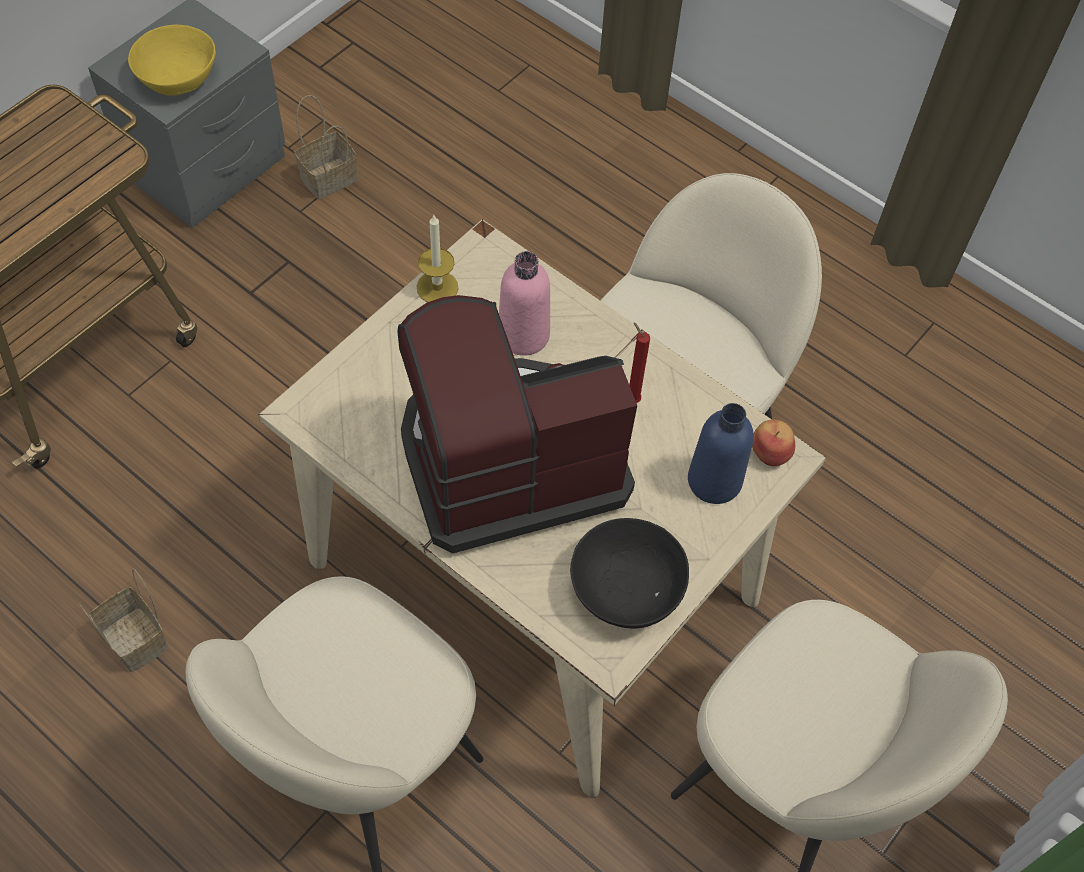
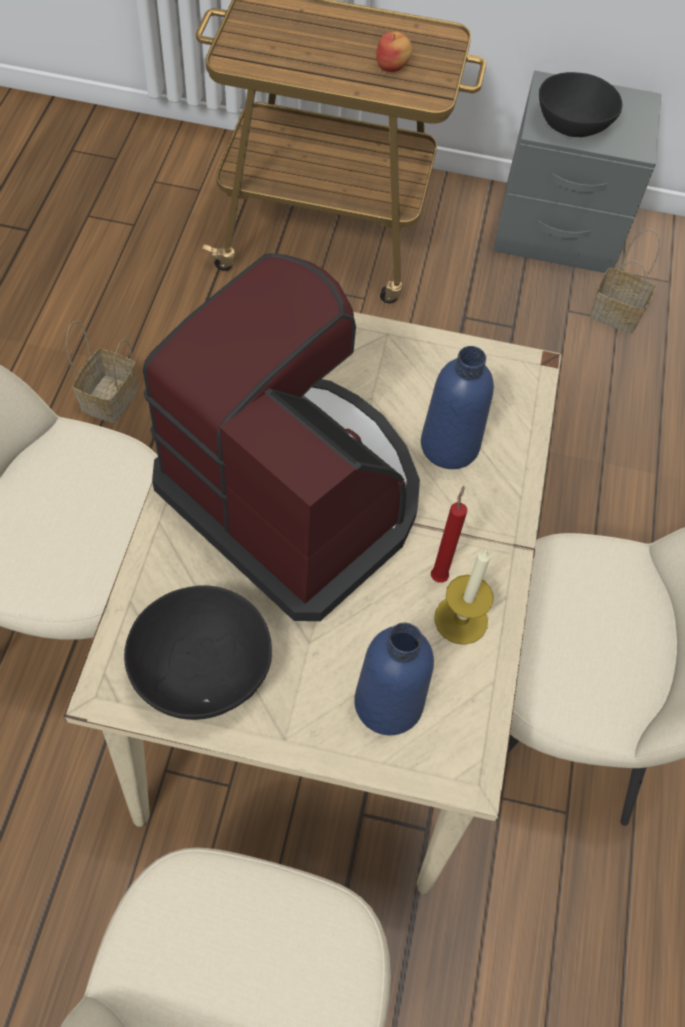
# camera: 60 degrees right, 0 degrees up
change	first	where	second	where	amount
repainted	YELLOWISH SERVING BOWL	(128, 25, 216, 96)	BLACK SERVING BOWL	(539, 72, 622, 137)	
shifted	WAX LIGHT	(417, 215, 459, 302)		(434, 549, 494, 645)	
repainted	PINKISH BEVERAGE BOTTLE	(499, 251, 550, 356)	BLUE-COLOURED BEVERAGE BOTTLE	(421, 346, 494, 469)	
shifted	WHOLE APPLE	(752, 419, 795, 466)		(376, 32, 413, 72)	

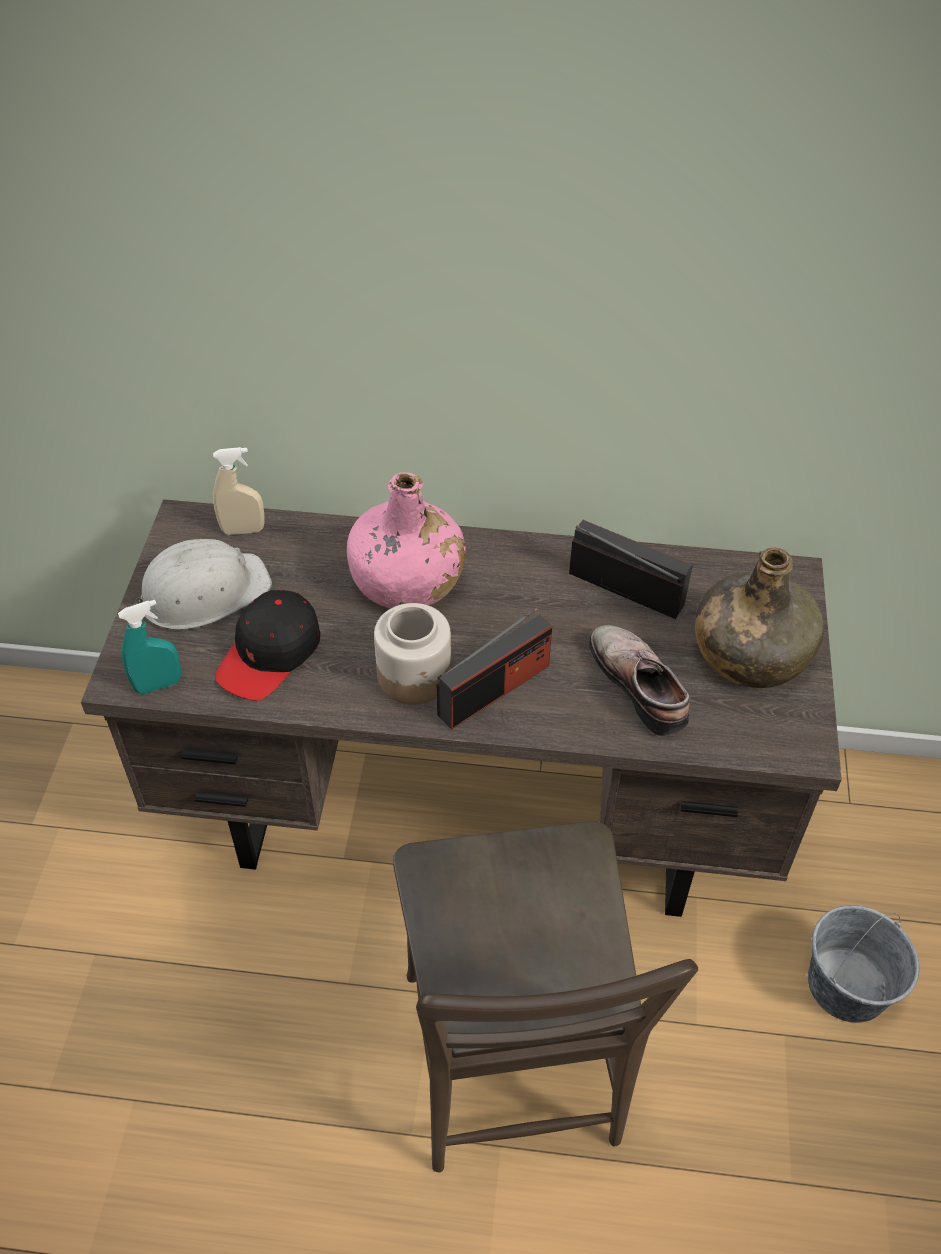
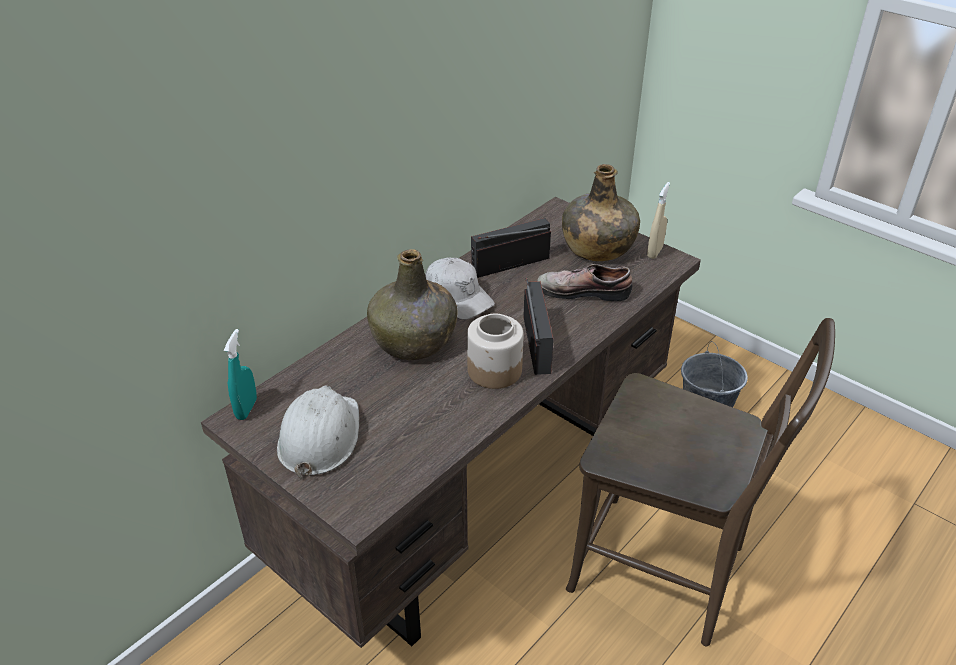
# camera: 55 degrees left, 10 degrees down
change	first	where	second	where	amount
shifted	TURQUOISE SPRAY BOTTLE	(118, 600, 181, 695)		(224, 329, 257, 420)	
shifted	BEIGE SPRAY BOTTLE	(213, 447, 265, 535)		(647, 182, 670, 259)	
gone	BLACK BASEBALL CAP	(215, 589, 320, 701)			
repainted	PINKISH BEVERAGE BOTTLE	(347, 472, 466, 608)	GREEN-COLOURED BEVERAGE BOTTLE	(367, 249, 458, 360)	
new			WHITE BASEBALL CAP	(425, 257, 495, 320)	

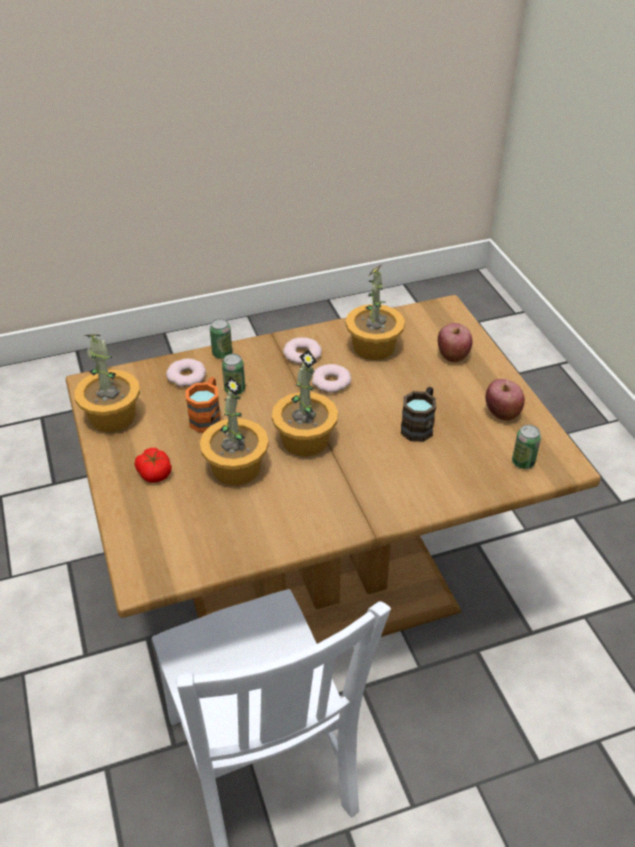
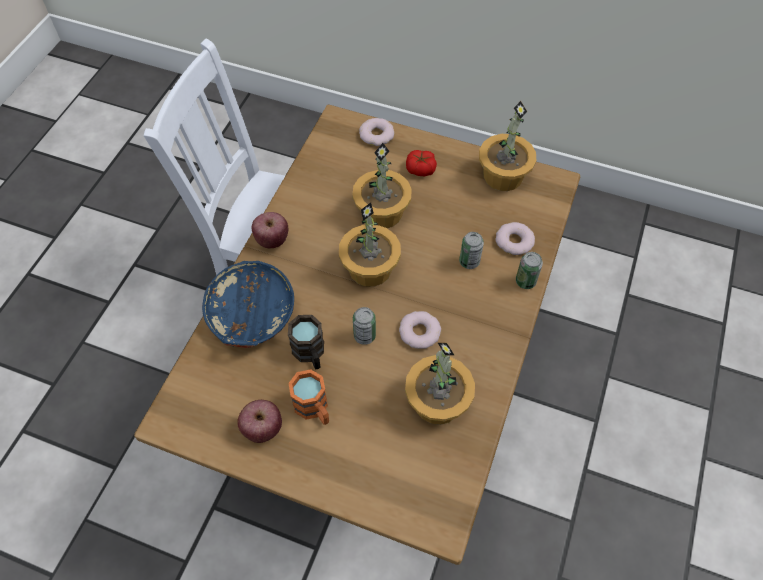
# camera: 130 degrees right, 15 degrees up
change	first	where	second	where	amount
shifted	ORANGEY MUG	(186, 377, 221, 433)		(288, 369, 329, 425)	
shifted	DOUGHNUT	(283, 337, 322, 364)		(359, 118, 394, 146)	
shifted	WHOLE APPLE	(438, 323, 472, 362)		(252, 212, 288, 248)	
shifted	METAL CAN	(512, 425, 541, 469)		(353, 307, 376, 345)	
new			BLUE-COLOURED SERVING BOWL	(202, 261, 294, 348)	

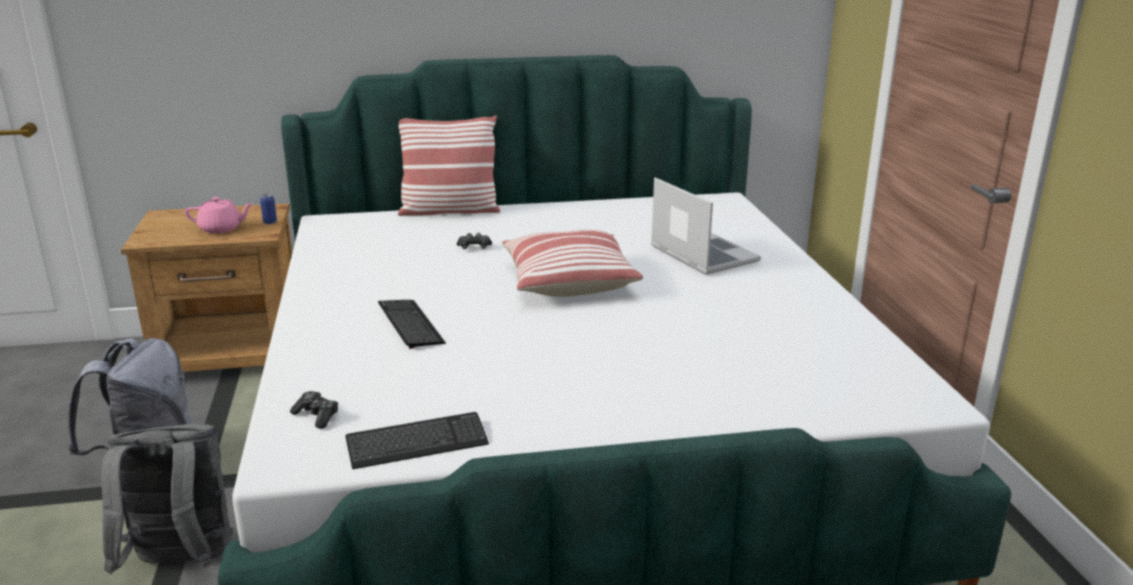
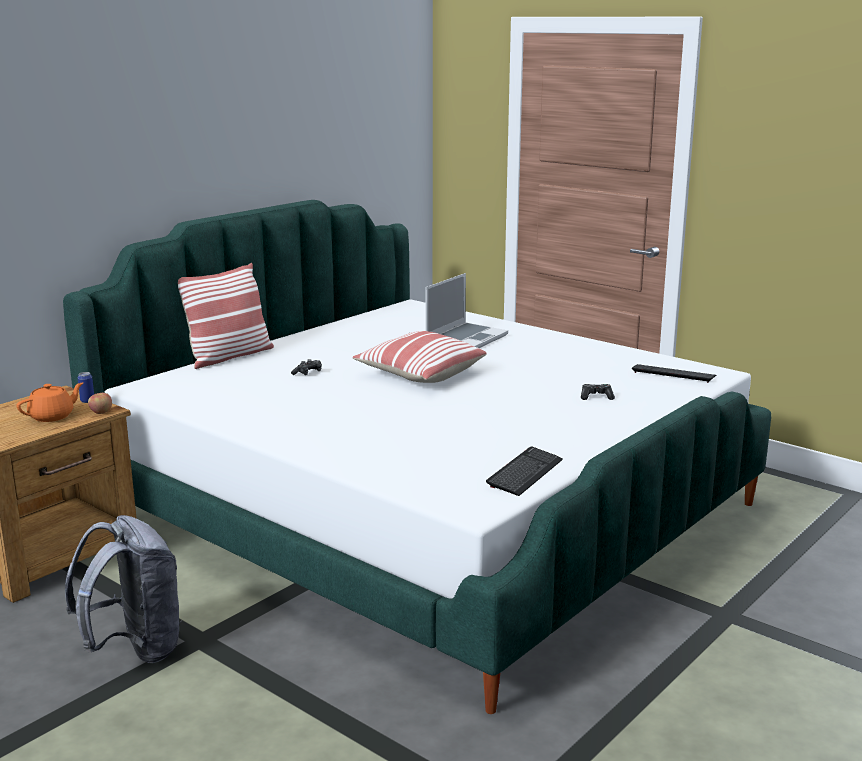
# camera: 40 degrees left, 5 degrees down
change	first	where	second	where	amount
gone	GRAY RUCKSACK	(101, 424, 233, 574)			
repainted	PINKISH TEAPOT	(185, 197, 254, 234)	ORANGEY TEAPOT	(16, 382, 83, 422)	
shifted	GAME CONTROLLER	(290, 391, 338, 429)		(581, 384, 615, 400)	
shifted	COMPUTER KEYBOARD	(378, 300, 446, 349)		(632, 364, 716, 383)	
rotated	PORTABLE COMPUTER	(651, 177, 761, 275)		(426, 273, 508, 348)	105 degrees clockwise
new			WHOLE APPLE	(88, 393, 112, 414)	

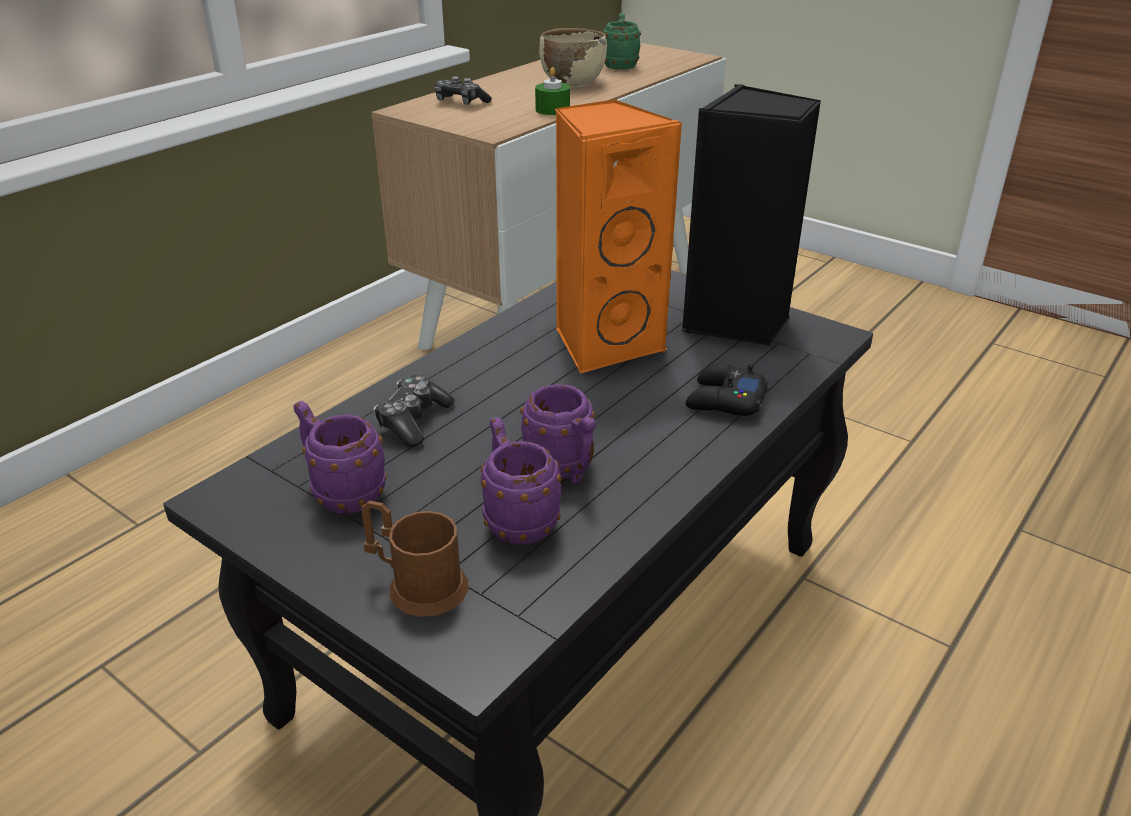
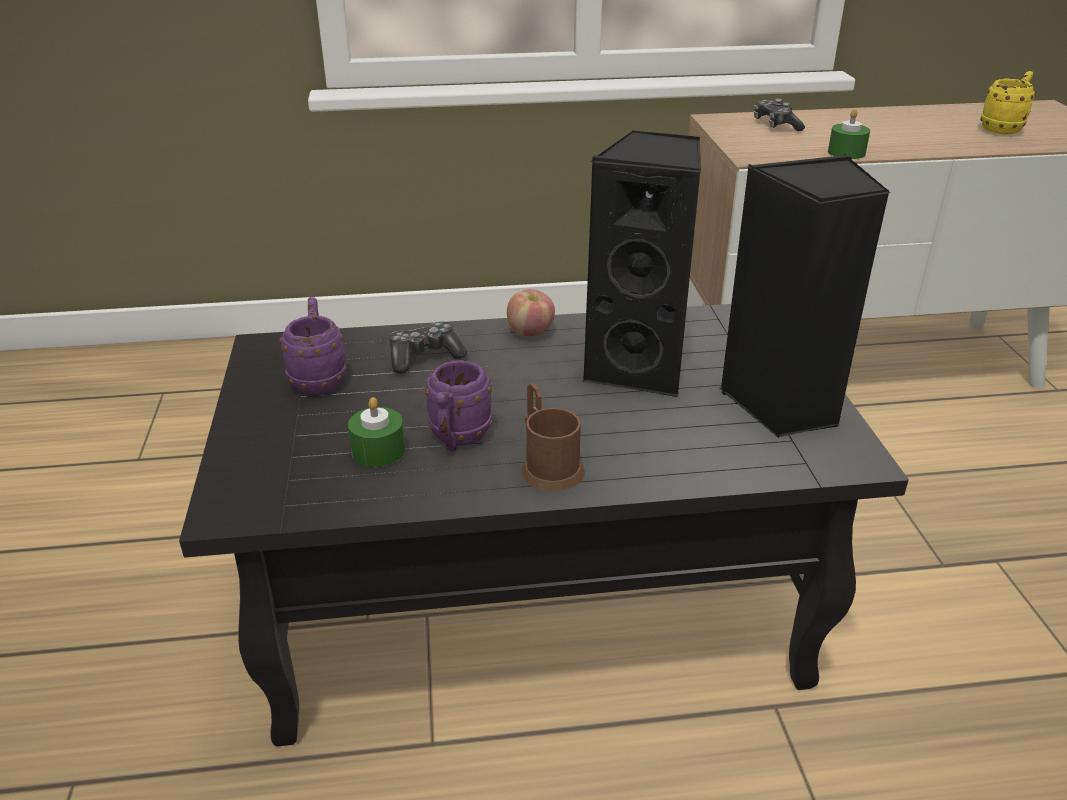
# camera: 45 degrees right, 0 degrees up
change	first	where	second	where	amount
shifted	BROWNISH MUG	(361, 500, 468, 617)		(521, 383, 585, 491)	
swapped	PURPLE-COLOURED MUG	(481, 417, 562, 545)	GREEN-COLOURED WAX LIGHT	(348, 397, 405, 467)	
gone	BEIGE SERVING BOWL	(539, 28, 607, 87)			
repainted	ORANGEY SPEAKER	(555, 99, 682, 373)	BLACK SPEAKER	(583, 130, 701, 397)	
repainted	GREEN-COLOURED MUG	(602, 13, 641, 69)	YELLOWISH MUG	(980, 71, 1035, 134)	
gone	BLACK GAME CONTROLLER	(685, 363, 769, 416)			
new			WHOLE APPLE	(507, 289, 555, 337)	

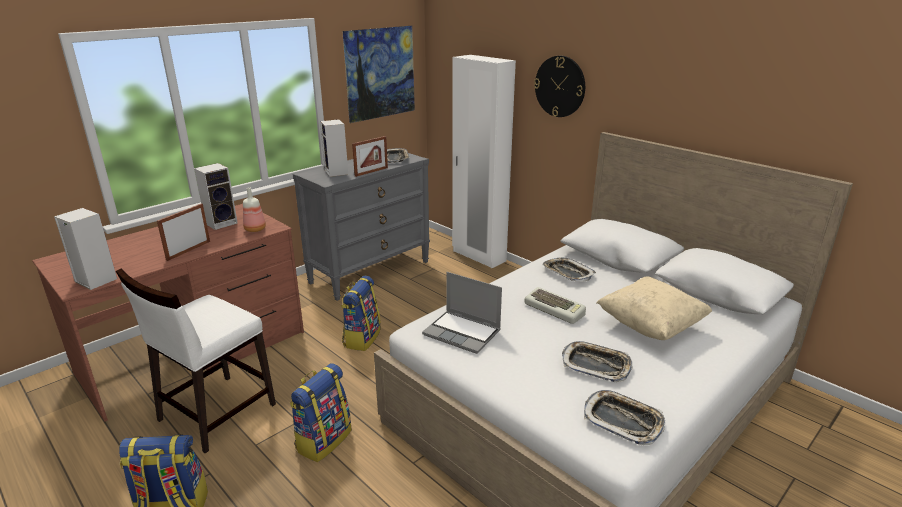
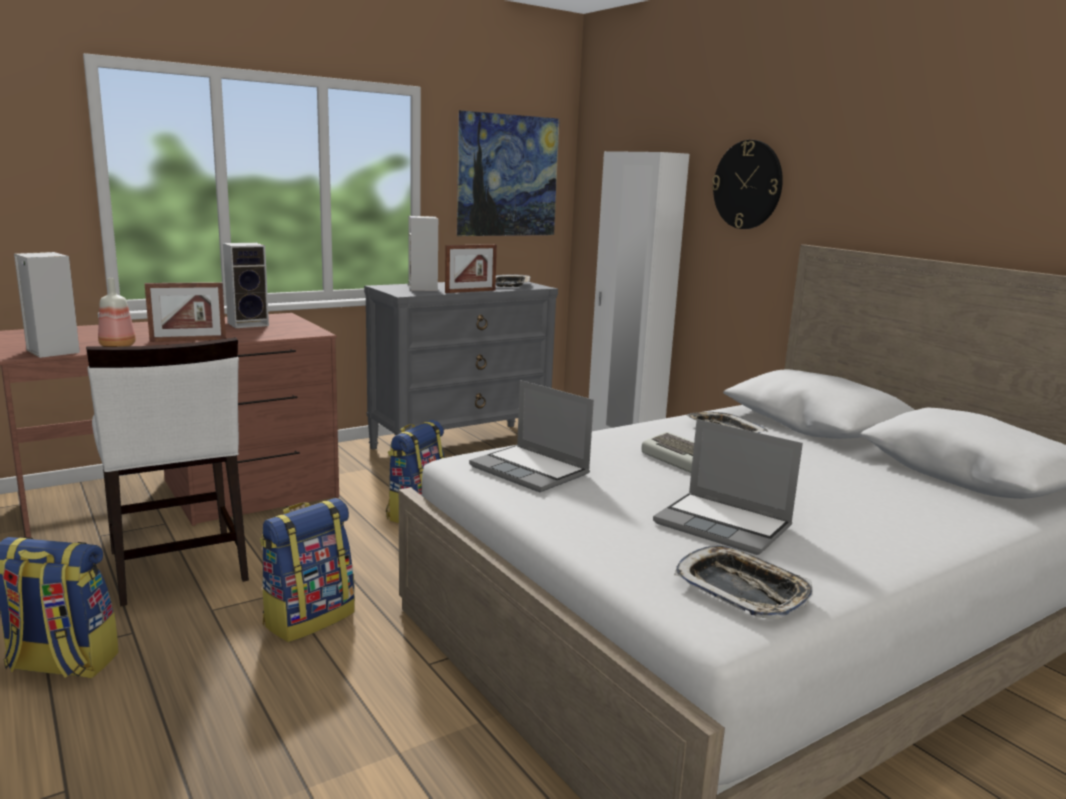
# camera: 10 degrees right, 10 degrees down
change	first	where	second	where	amount
rotated	WHITE PLAIN CHAIR	(116, 268, 276, 453)		(86, 337, 249, 607)	75 degrees counterclockwise
rotated	PICTURE FRAME	(157, 203, 210, 261)		(145, 282, 226, 342)	150 degrees counterclockwise
shifted	BEVERAGE BOTTLE	(243, 187, 266, 232)		(98, 278, 136, 347)	
swapped	SERVING TRAY	(562, 341, 632, 382)	PORTABLE COMPUTER	(653, 419, 803, 555)	
gone	BEIGE THROW PILLOW	(596, 276, 712, 340)			

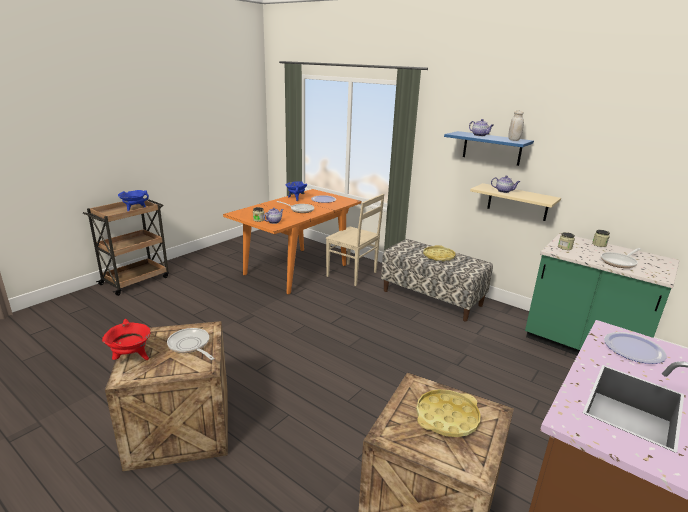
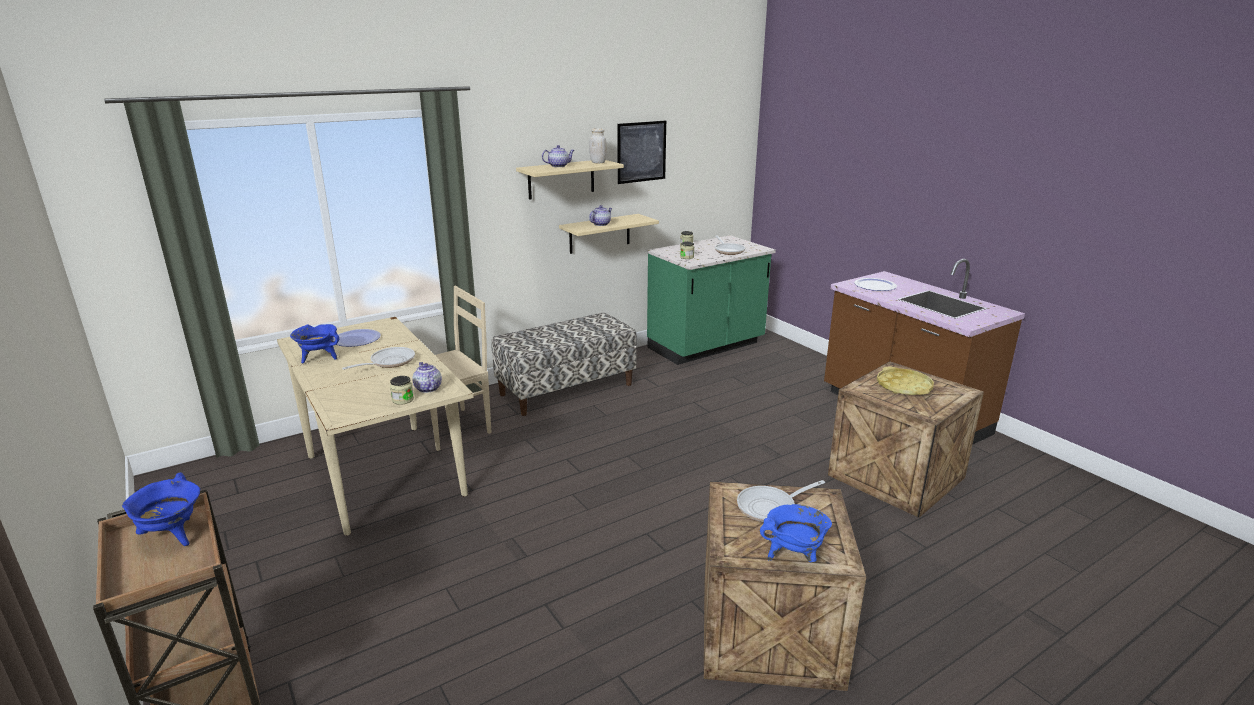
# camera: 70 degrees left, 0 degrees up
change	first	where	second	where	amount
repainted	RED-COLOURED COOKING POT	(102, 319, 151, 360)	BLUE-COLOURED COOKING POT	(760, 504, 832, 562)	
repainted	ORANGEY KITCHEN TABLE	(223, 189, 361, 294)	BEIGE KITCHEN TABLE	(277, 317, 474, 536)	
gone	YELLOWISH SERVING TRAY	(423, 245, 456, 261)			
repainted	BLUE-COLOURED SHELF	(444, 131, 534, 166)	BEIGE SHELF	(516, 160, 624, 200)	
new			WALL PICTURE	(617, 121, 666, 184)	

